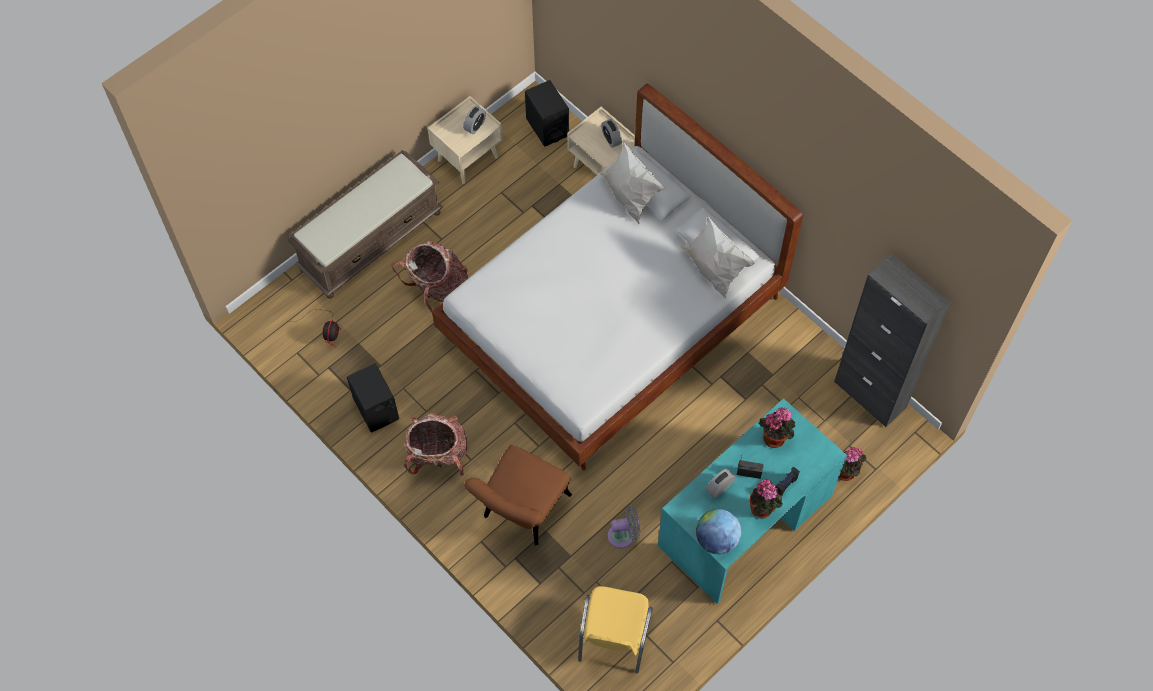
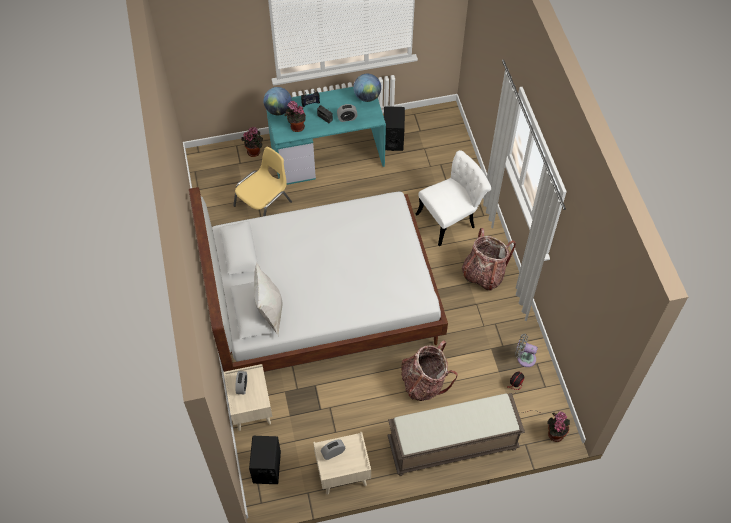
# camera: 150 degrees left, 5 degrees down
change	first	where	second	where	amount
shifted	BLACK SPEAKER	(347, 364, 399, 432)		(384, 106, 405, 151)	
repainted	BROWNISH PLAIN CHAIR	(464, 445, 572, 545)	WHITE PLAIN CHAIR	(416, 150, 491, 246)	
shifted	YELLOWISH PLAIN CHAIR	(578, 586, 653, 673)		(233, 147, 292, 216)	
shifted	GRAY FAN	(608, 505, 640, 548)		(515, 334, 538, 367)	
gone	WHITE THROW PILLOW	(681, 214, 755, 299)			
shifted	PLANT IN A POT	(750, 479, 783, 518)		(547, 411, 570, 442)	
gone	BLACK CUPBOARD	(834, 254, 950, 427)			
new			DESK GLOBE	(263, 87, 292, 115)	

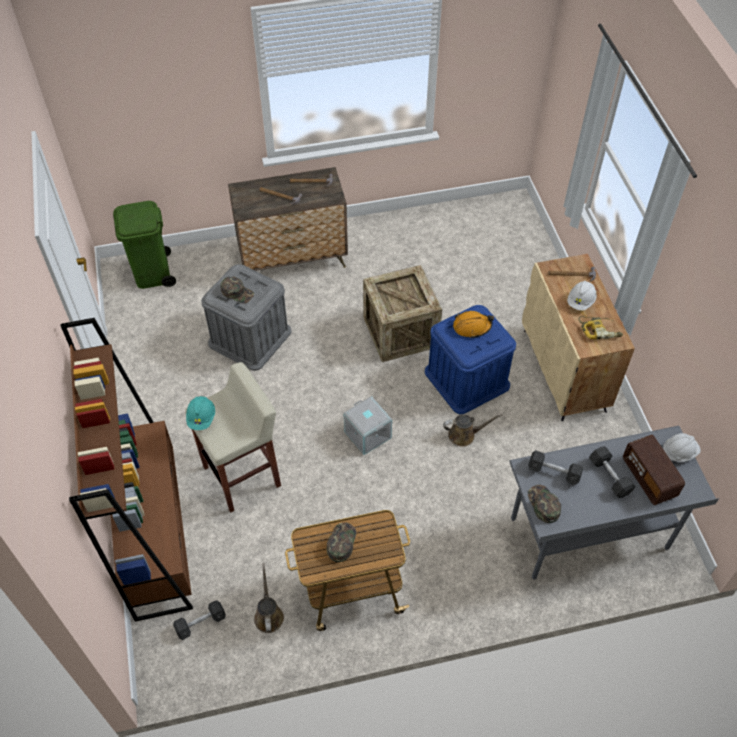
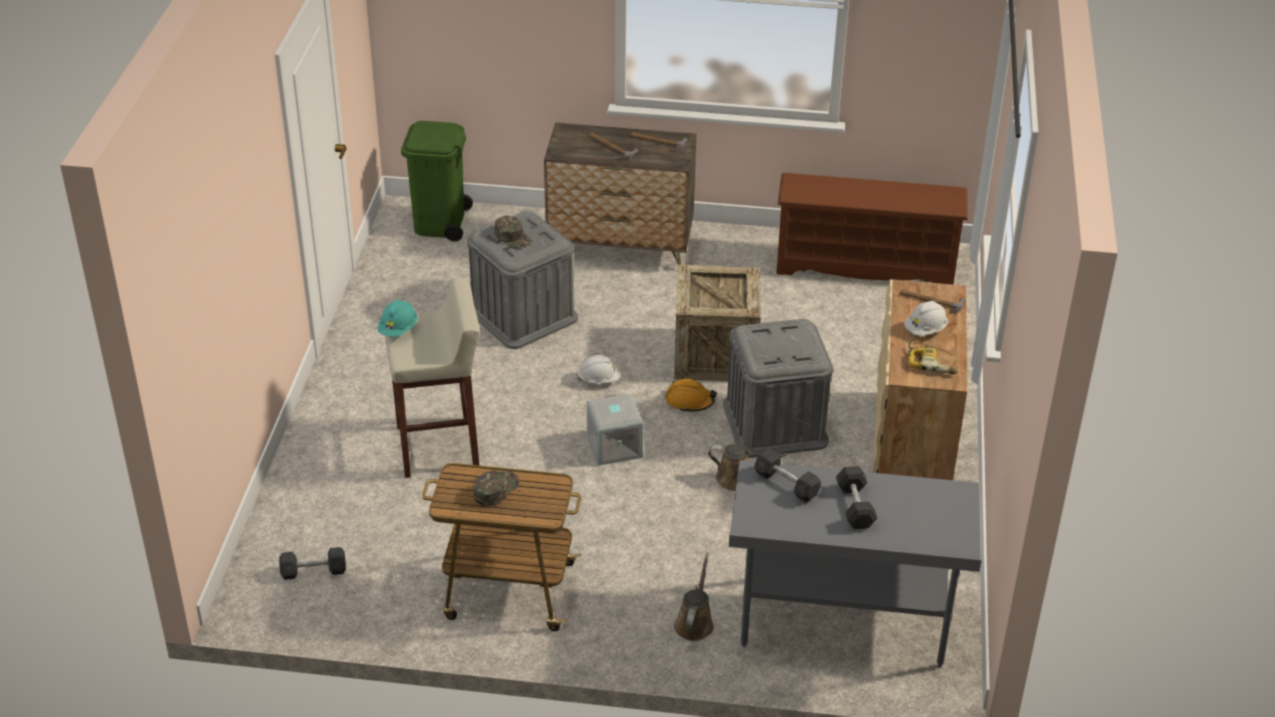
# camera: 20 degrees right, 15 degrees down
change	first	where	second	where	amount
gone	BROWNISH SHELVING UNIT	(60, 318, 193, 622)			
shifted	BROWNISH SPRINKLING CAN	(254, 563, 284, 633)		(674, 553, 714, 641)	
repainted	BLUE-COLOURED STORAGE BIN	(425, 305, 516, 414)	GRAY STORAGE BIN	(723, 319, 833, 458)	
shifted	ORANGEY SAFETY HELMET	(453, 311, 494, 338)		(665, 379, 717, 412)	
gone	GREEN-COLOURED BASEBALL CAP	(528, 485, 561, 523)			
gone	RADIO	(623, 435, 685, 505)			
shifted	WHITE SAFETY HELMET	(663, 433, 701, 462)		(577, 355, 620, 384)	
new			BROWNISH SHOE STAND	(776, 173, 968, 285)	

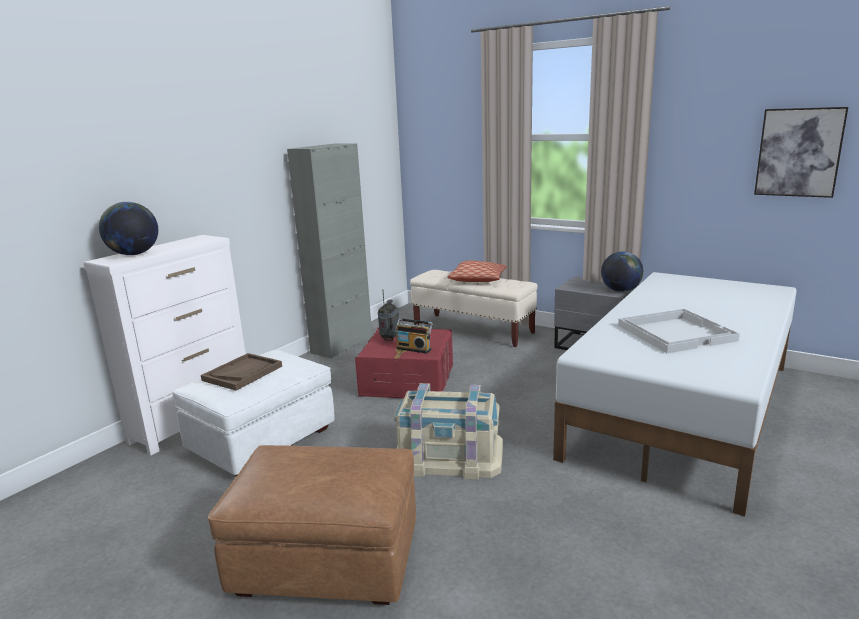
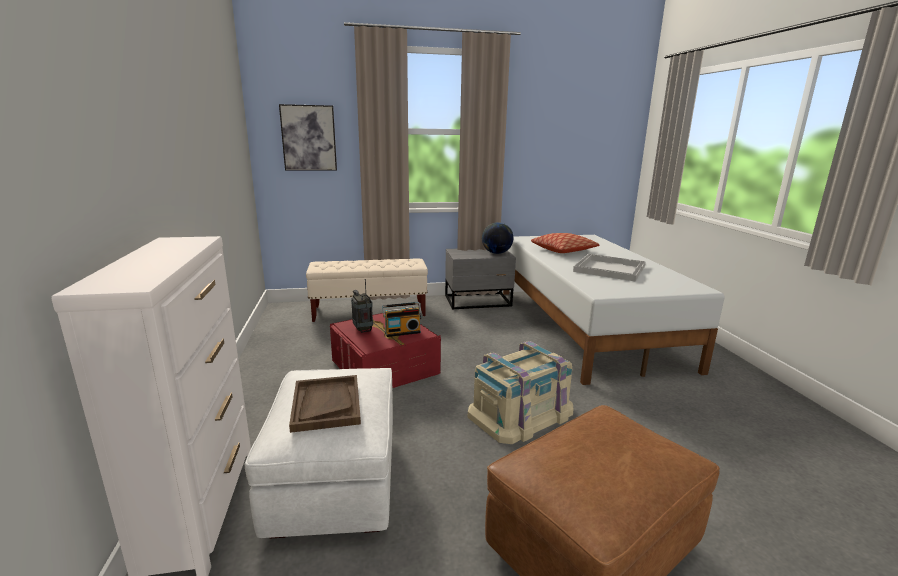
# camera: 45 degrees left, 0 degrees up
change	first	where	second	where	amount
gone	DESK GLOBE	(99, 202, 158, 255)			
gone	GRAY CUPBOARD	(287, 143, 372, 359)			
shifted	THROW PILLOW	(447, 260, 507, 282)		(531, 233, 600, 253)	
shifted	WALL PICTURE	(754, 107, 848, 198)		(279, 104, 337, 171)	

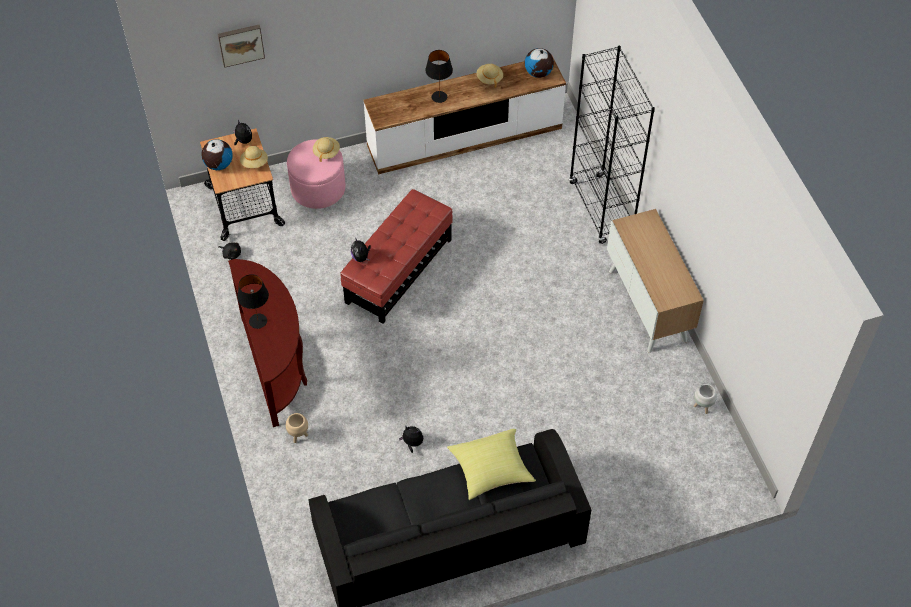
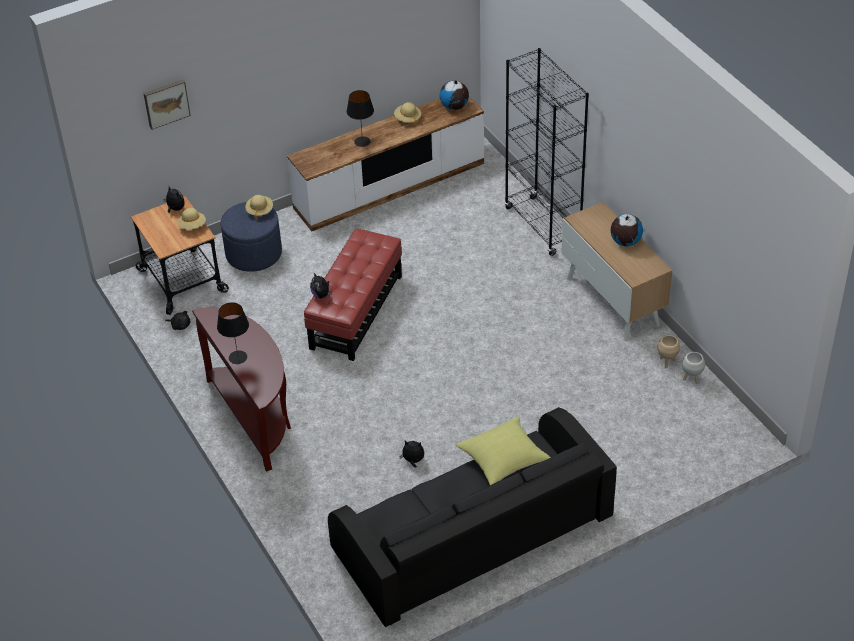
# camera: 10 degrees left, 10 degrees down
change	first	where	second	where	amount
shifted	DESK GLOBE	(201, 139, 233, 170)		(611, 214, 643, 246)	
shifted	BEIGE PLANTER	(286, 413, 308, 443)		(658, 335, 680, 368)	
repainted	PINKISH FOOTREST	(287, 139, 345, 209)	BLUE-COLOURED FOOTREST	(221, 202, 282, 272)	

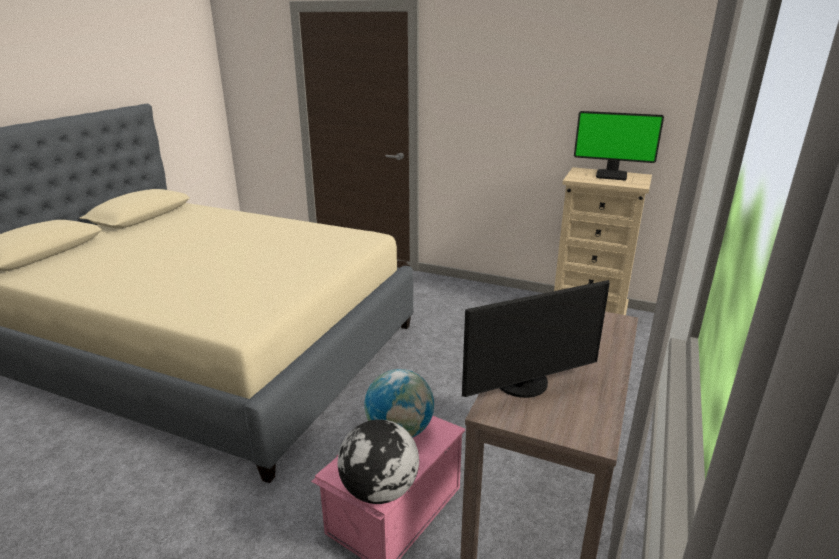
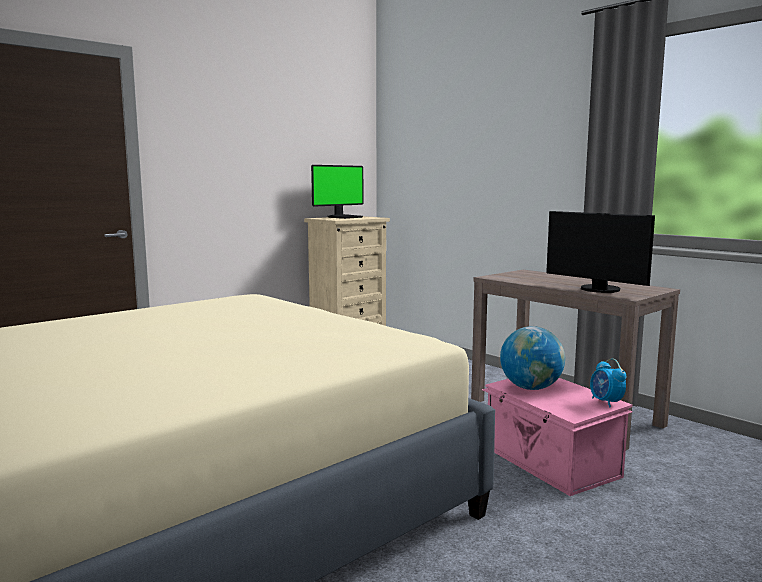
# camera: 65 degrees left, 15 degrees down
change	first	where	second	where	amount
swapped	DESK GLOBE	(337, 419, 419, 504)	BEDSIDE CLOCK	(590, 358, 626, 407)	
rotated	COMPUTER DISPLAY	(462, 280, 610, 398)		(546, 211, 655, 293)	135 degrees clockwise

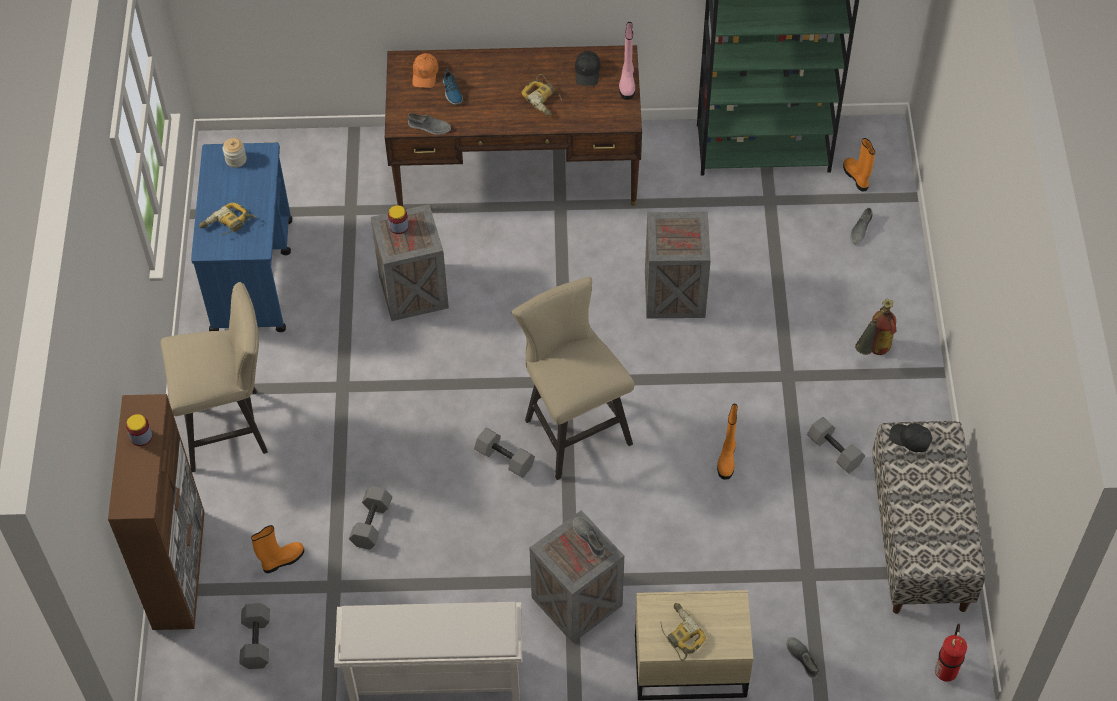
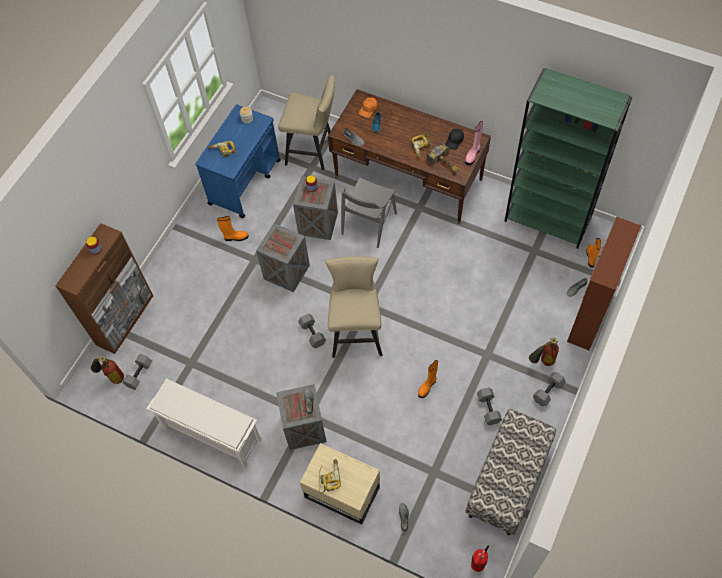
# camera: 30 degrees right, 5 degrees up
change	first	where	second	where	amount
shifted	BEIGE STOOL	(160, 282, 268, 472)		(278, 75, 335, 170)	
shifted	ORANGEY HIGH-TOP BOOT	(251, 525, 304, 573)		(217, 216, 249, 241)	
shifted	GRAY FREE WEIGHT	(349, 486, 392, 550)		(533, 372, 566, 406)	
shifted	PACKING CRATE	(645, 212, 711, 318)		(256, 223, 310, 292)	
gone	BLACK BASEBALL CAP	(889, 423, 932, 452)			
new			EXTINGUISHER	(91, 356, 124, 384)	
new			GRAY PLAIN CHAIR	(340, 178, 397, 248)	
new			TOOL HAMMER	(426, 142, 458, 173)	
new			BROWNISH CUPBOARD	(567, 217, 641, 350)	

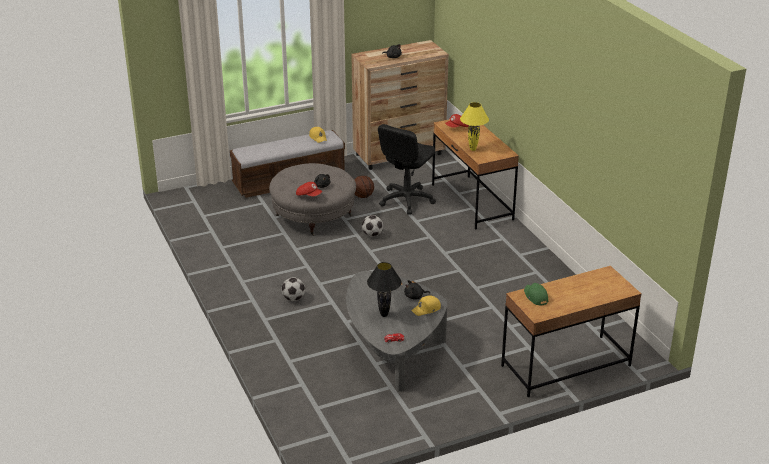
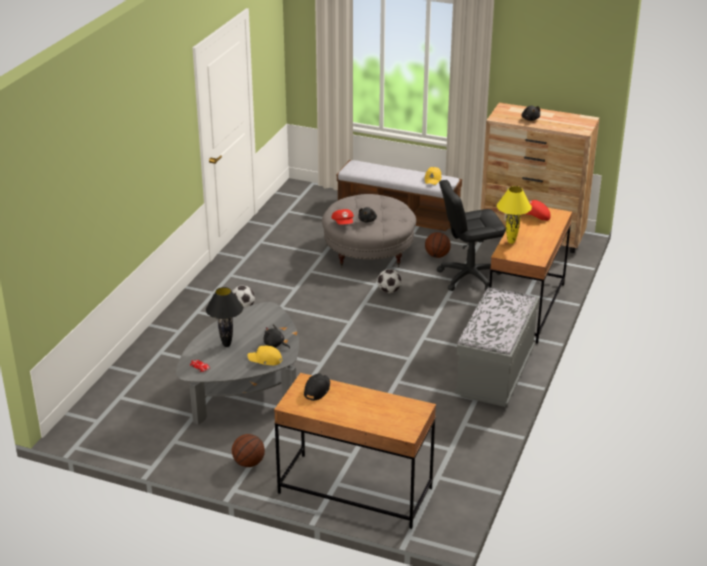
# camera: 45 degrees right, 0 degrees up
change	first	where	second	where	amount
repainted	GREEN-COLOURED BASEBALL CAP	(524, 283, 548, 306)	BLACK BASEBALL CAP	(304, 373, 330, 401)	
new			BASKETBALL BALL	(232, 434, 265, 467)	
new			GRAY BENCH	(455, 287, 540, 407)	

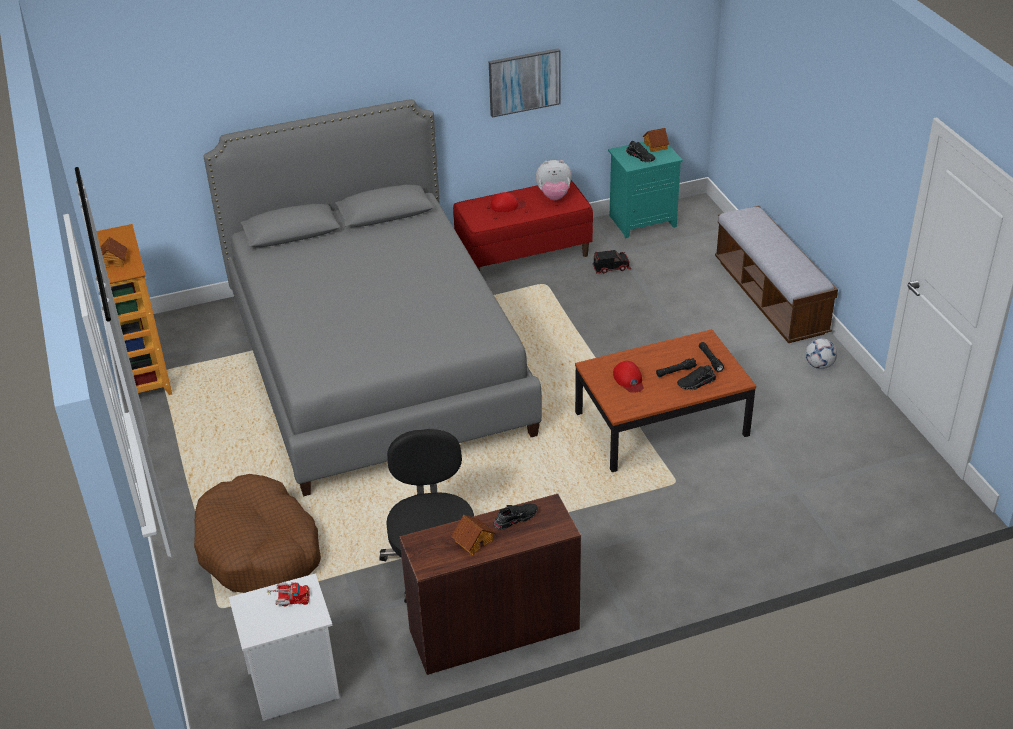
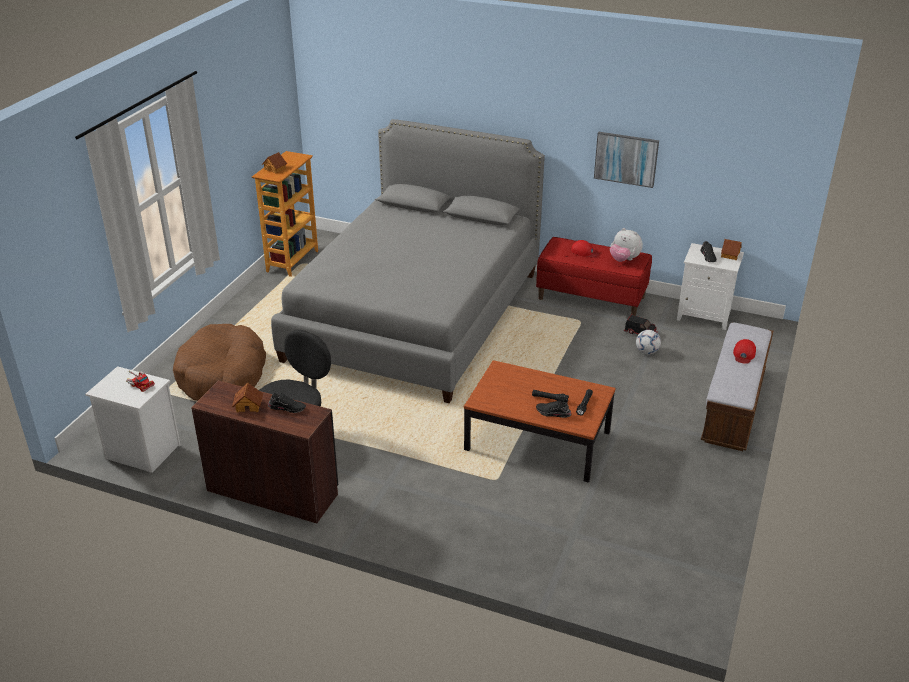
# camera: 40 degrees right, 5 degrees down
change	first	where	second	where	amount
repainted	TURQUOISE NIGHTSTAND	(608, 142, 683, 238)	WHITE NIGHTSTAND	(677, 243, 744, 330)	
shifted	RED-COLOURED BASEBALL CAP	(613, 361, 643, 393)		(733, 339, 756, 364)	
shifted	FOOTBALL BALL	(805, 338, 837, 369)		(636, 330, 661, 354)	

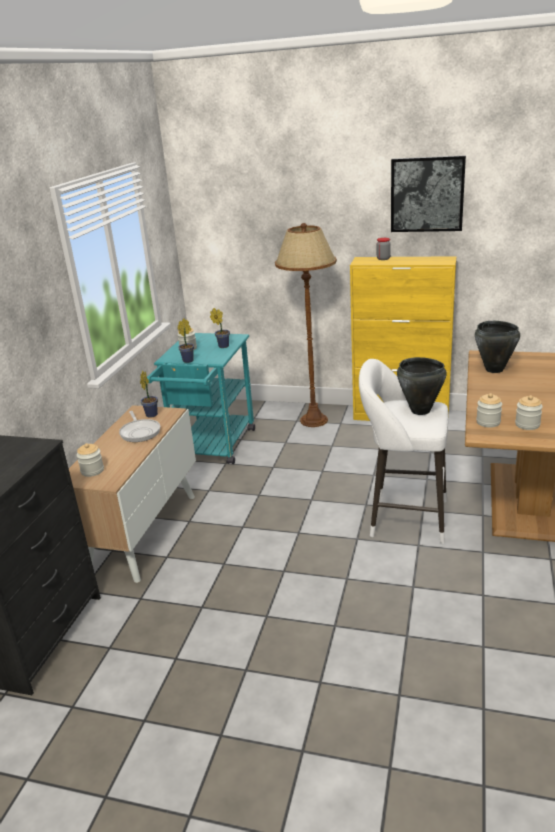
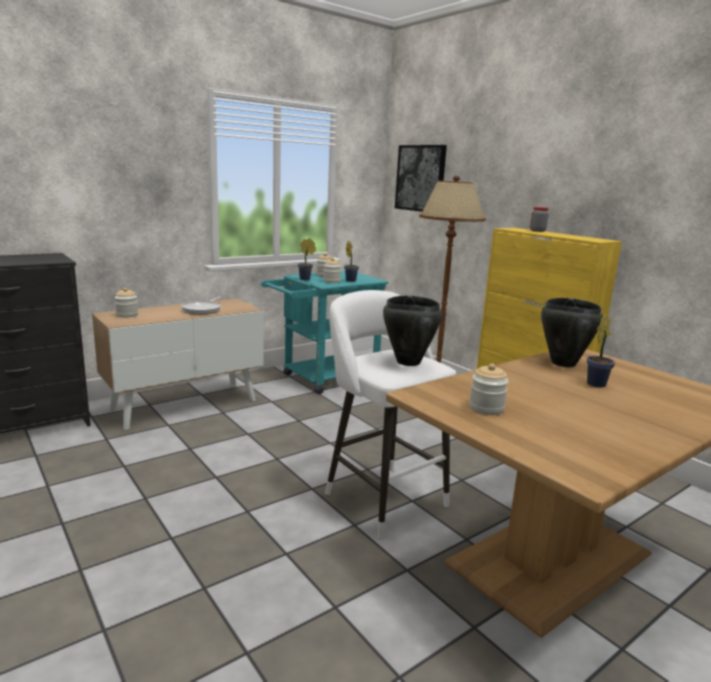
# camera: 35 degrees right, 10 degrees down
change	first	where	second	where	amount
shifted	PLANT IN A POT	(140, 371, 158, 418)		(587, 314, 615, 387)	
shifted	WALL PICTURE	(391, 155, 466, 232)		(395, 145, 447, 212)	
shifted	PRESERVE JAR	(476, 393, 502, 428)		(323, 258, 341, 283)	

